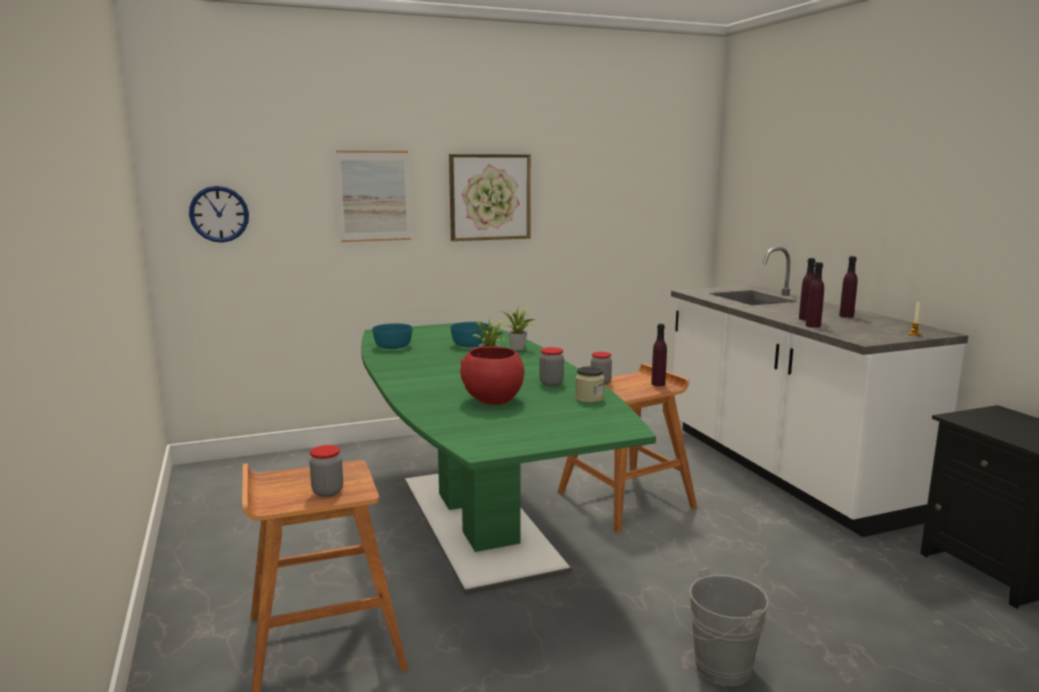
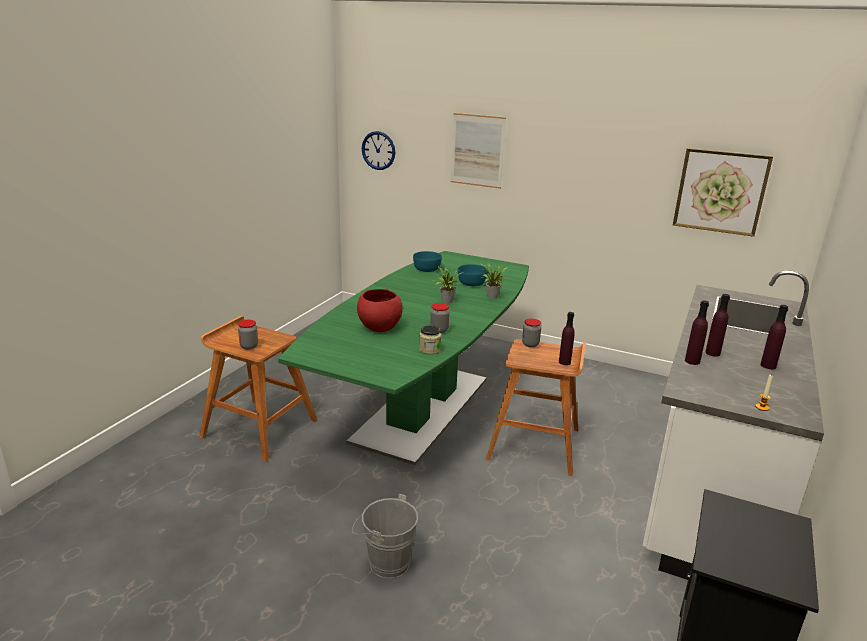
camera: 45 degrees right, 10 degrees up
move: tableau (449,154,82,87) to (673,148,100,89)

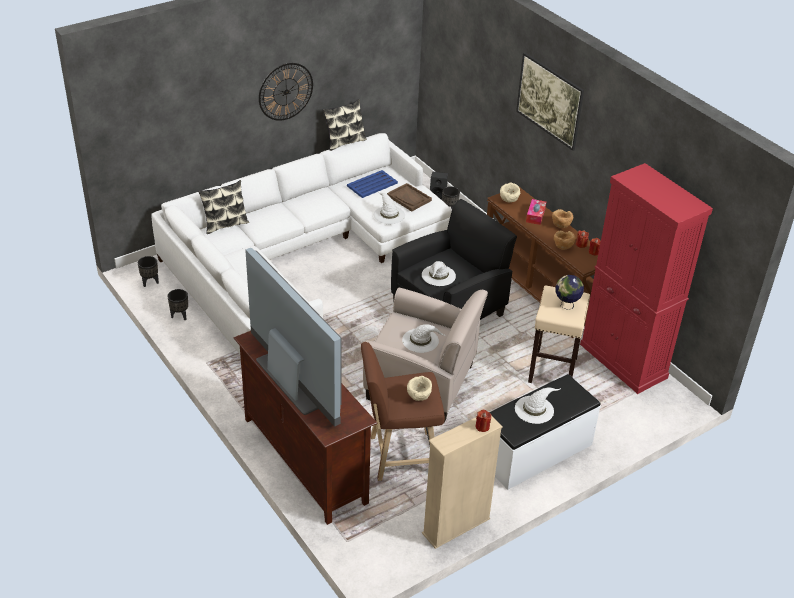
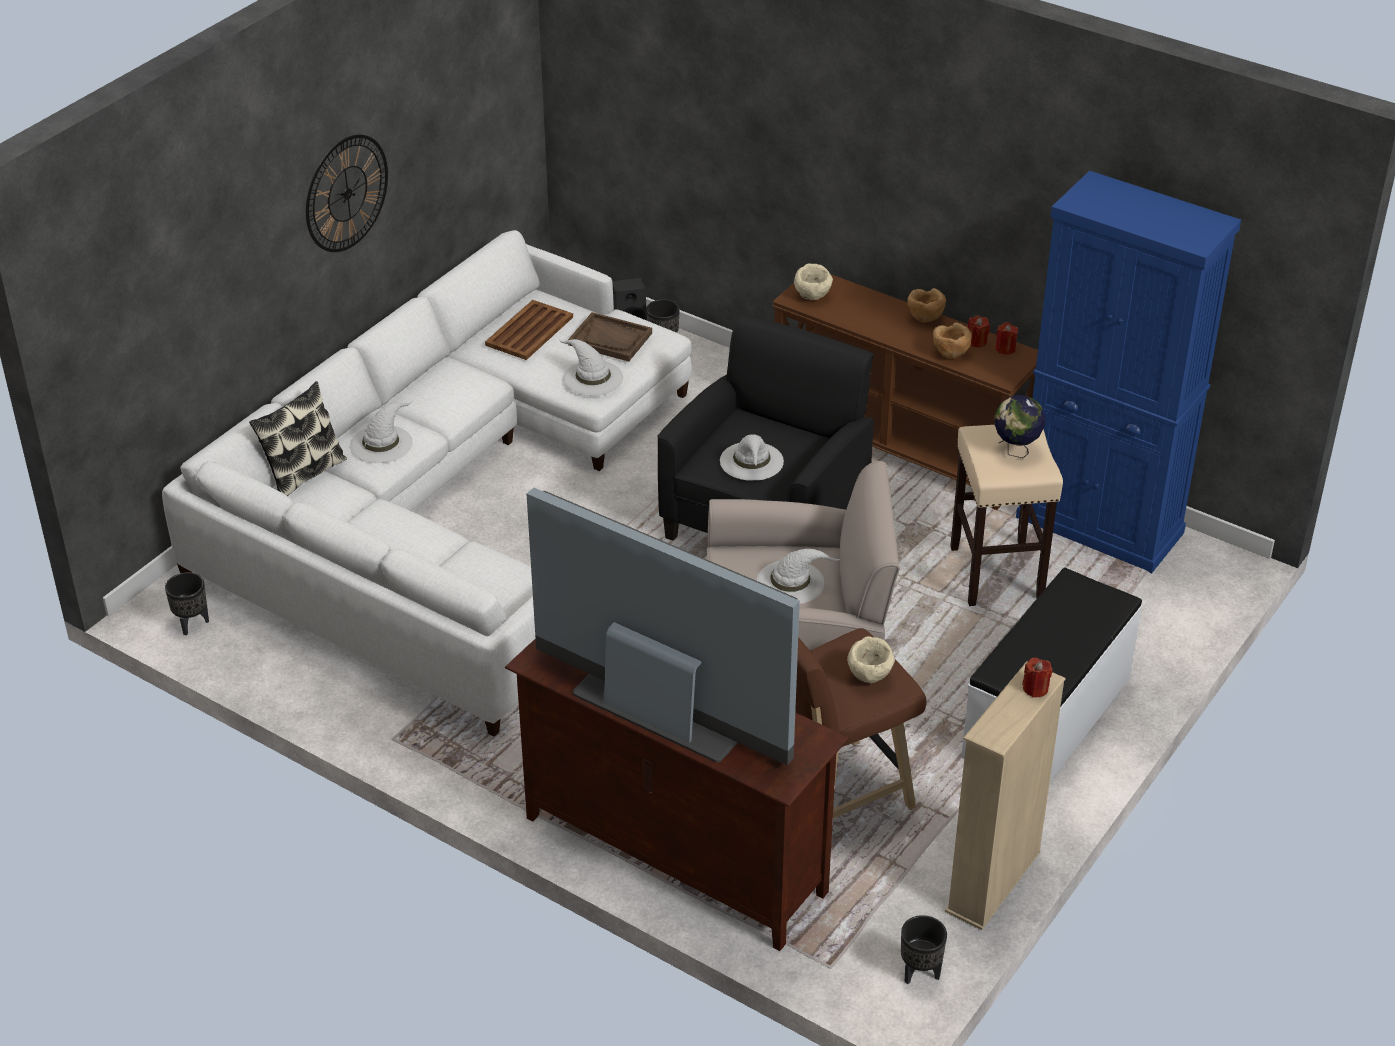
camera: 20 degrees left, 0 degrees up
delete: coussin (323,99,44,52); tableau (516,53,68,98); boîte à mouchoirs (526,199,20,26)
move: cache-pot/noir (167,289,21,31) to (901,915,46,69); chapeau/blanc (515,388,46,36) to (350,401,63,62)
recolor: plateau/bleu (347,170,51,28) to plateau/marron (485,300,88,60); meuble de rangement/rouge (580,163,133,231) to meuble de rangement/bleu (1016,171,225,402)

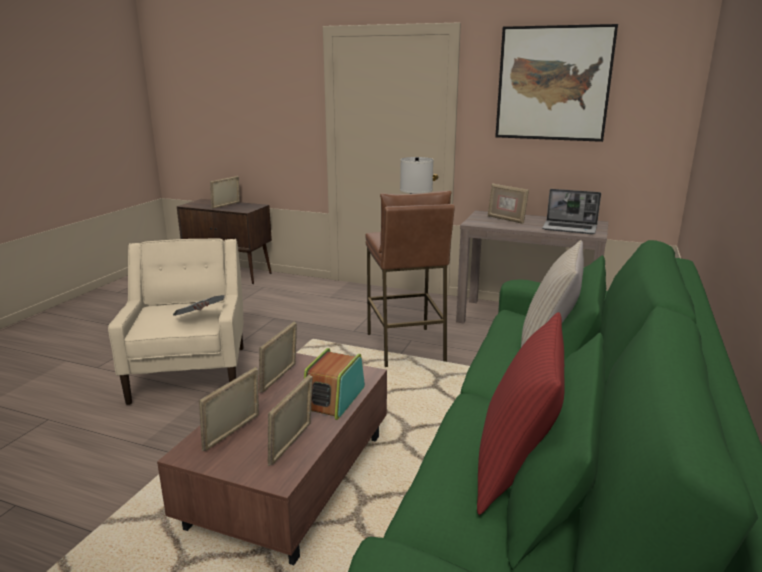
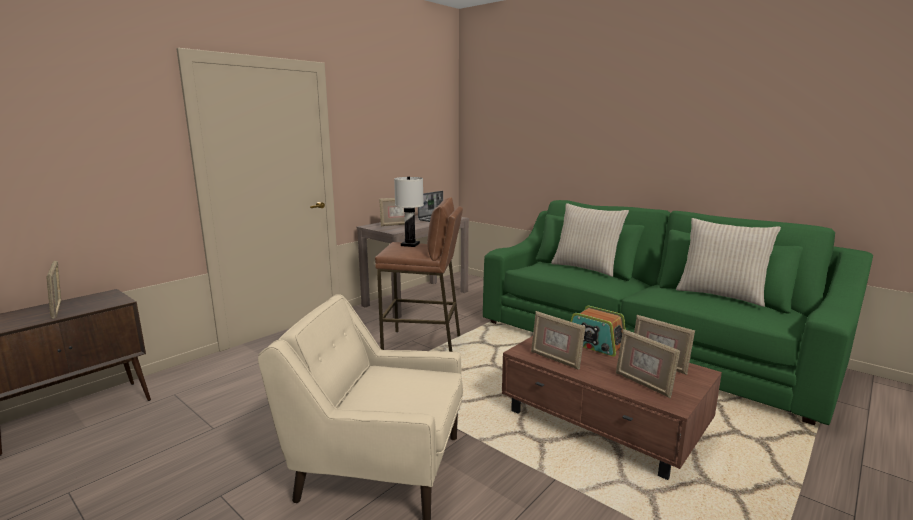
camera: 70 degrees left, 5 degrees down
delete: journal (173,295,52,21); tableau (495,24,123,118)
recolor: coussin/rouge (477,312,88,203) to coussin/beige (676,218,105,89)

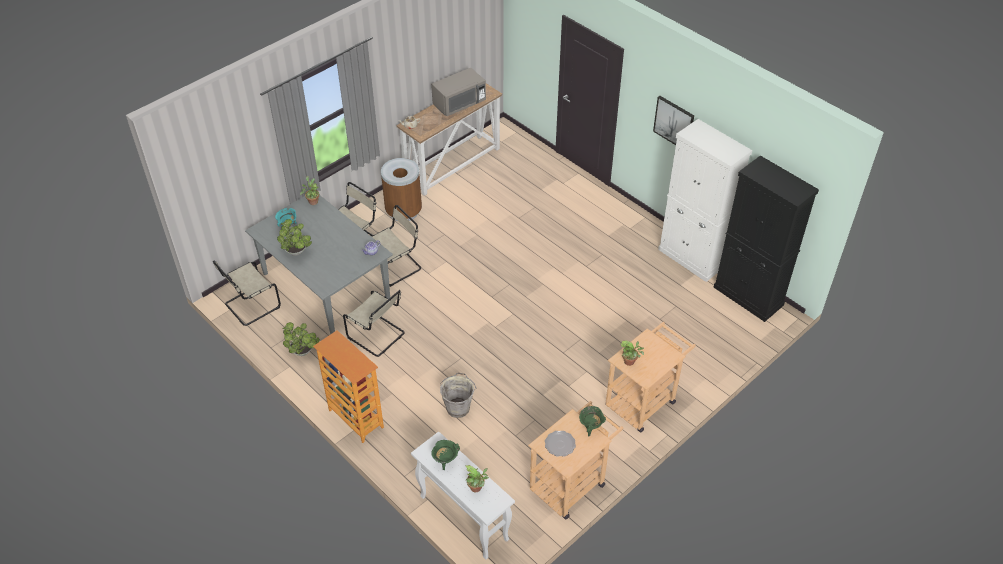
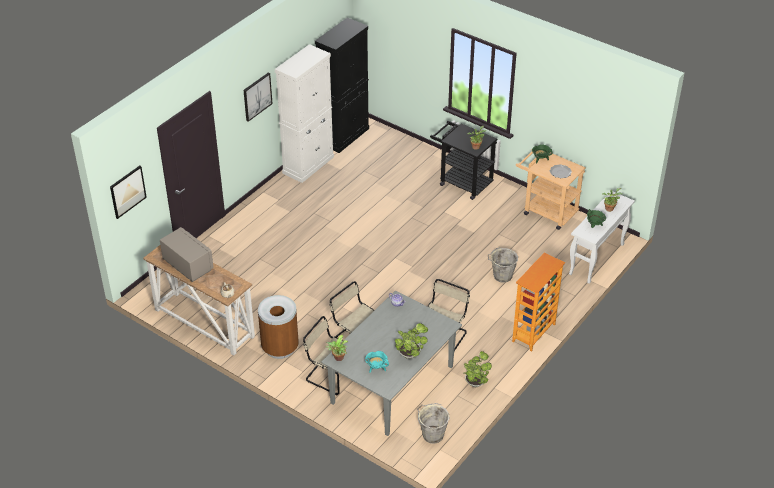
camera: 100 degrees left, 5 degrees down
insert: tableau (110,166,37,53)
replace: chaise/beige (213,260,68,66) to seau/gris (417,403,32,41)
recolor: chariot/beige (605,322,91,111) to chariot/noir (430,121,68,79)

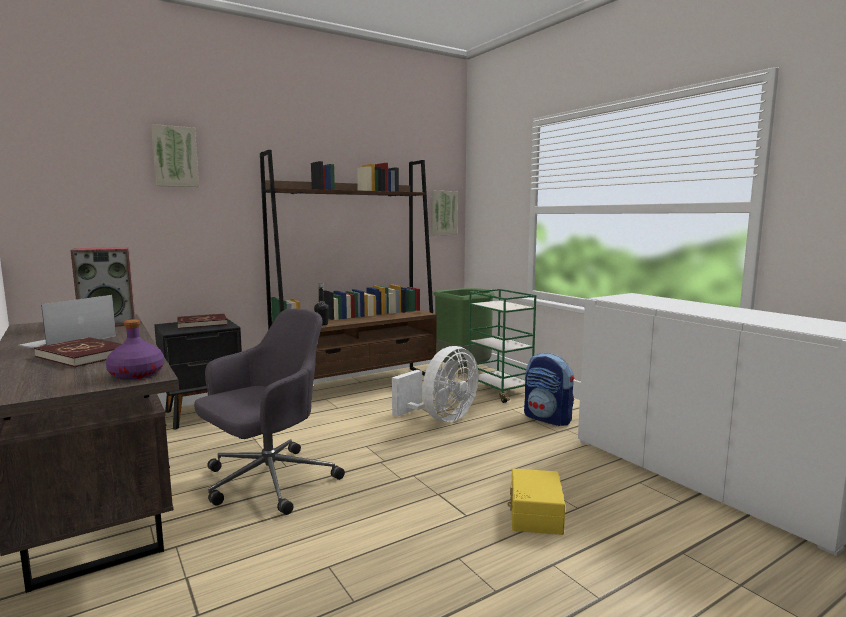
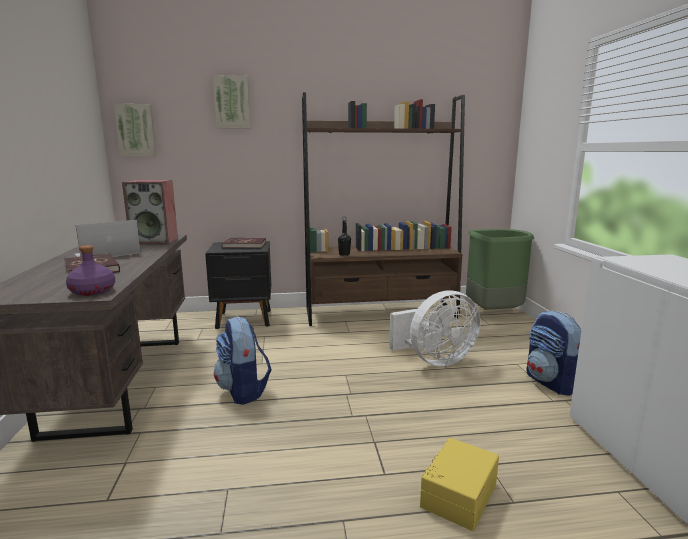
camera: 25 degrees right, 5 degrees up
delete: chariot/vert (467,289,69,114)
move: tableau (431,191,27,44) to (114,104,42,52)
replace: chaise de bureau/gris (194,308,151,207) to sac à dos (214,316,58,89)

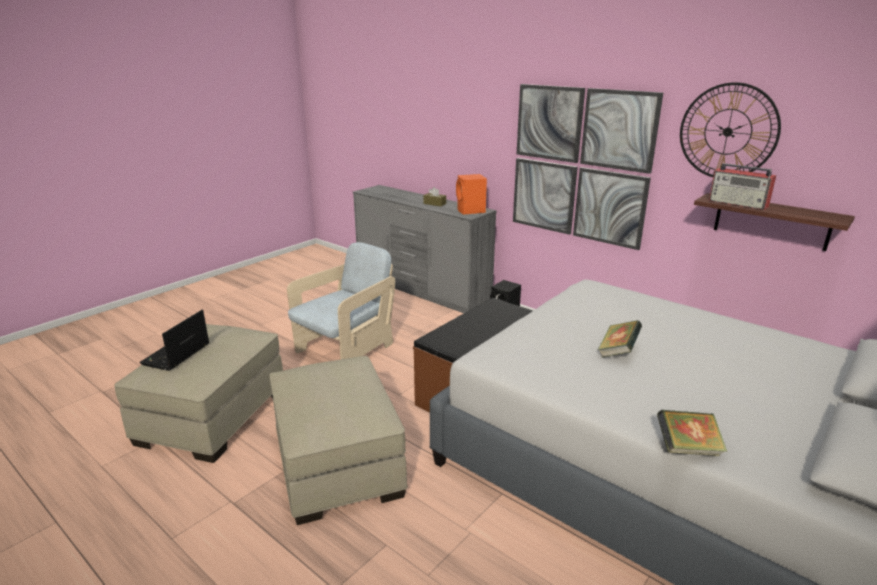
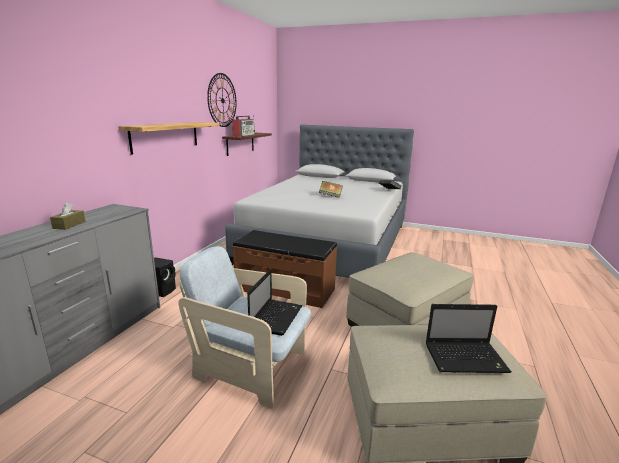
camera: 110 degrees left, 5 degrees down
delete: enceinte/orange (456,174,31,41)
insert: ordinateur portable (247,269,56,67)
replace: tableau (513,84,150,166) to étagère (118,122,102,33)

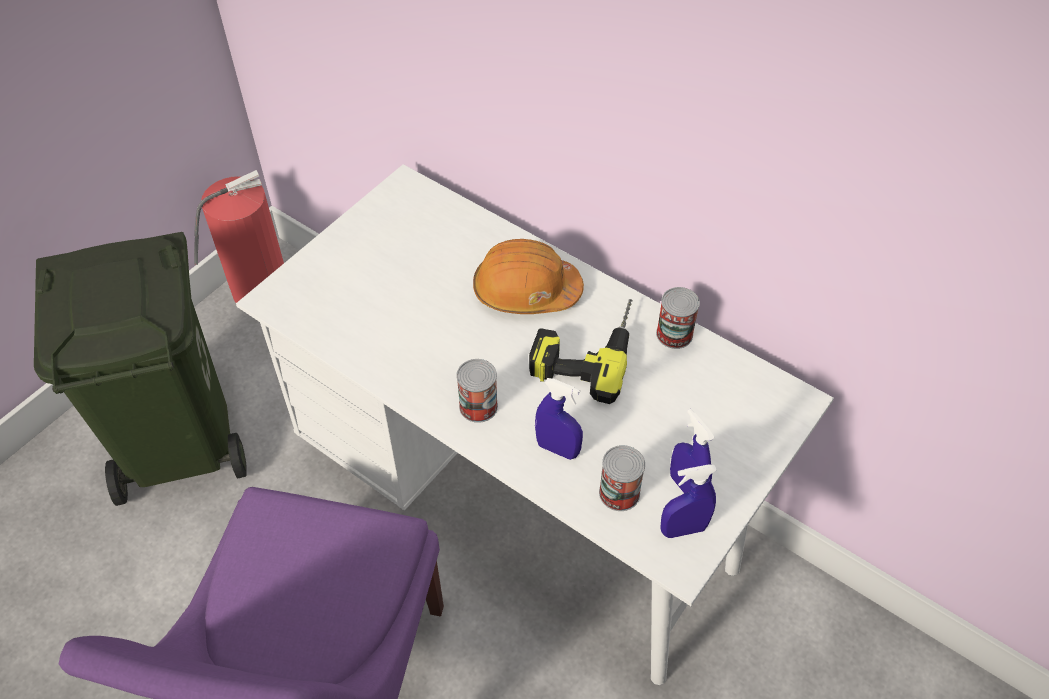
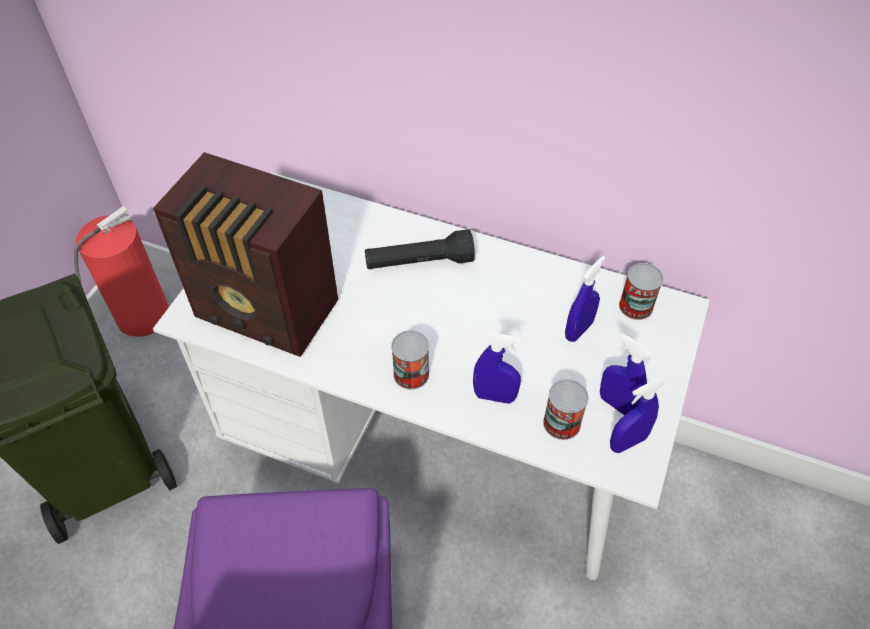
camera: 15 degrees left, 0 degrees up
delete: perceuse (529,299,103,105)
insert: radio (153,152,185,205); vaporisateur/bleu (565,256,41,86)
move: boîte métallique (656,287,44,62) to (619,263,44,57)
replace: casque de chantier/orange (473,239,111,75) to lampe de poche/noir (365,229,110,40)

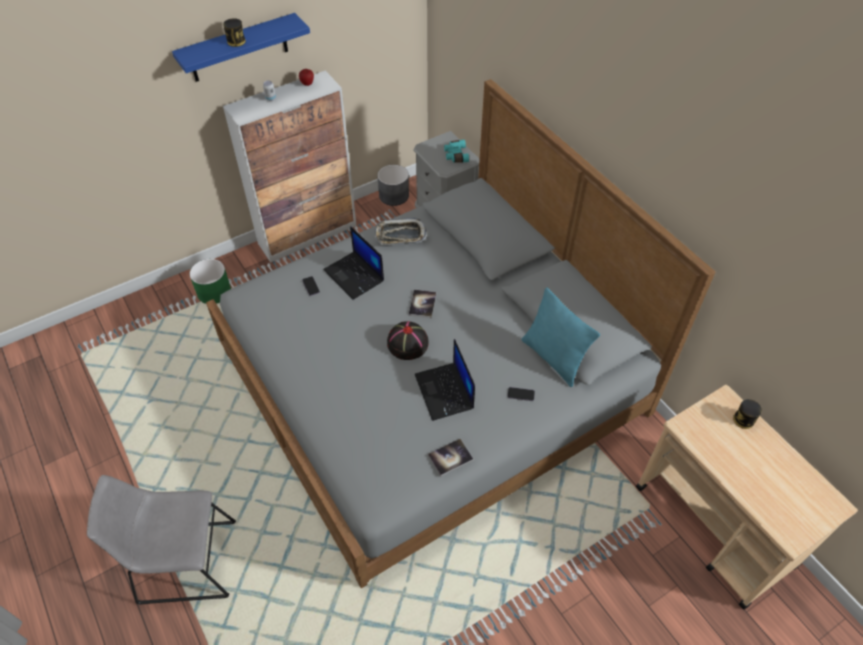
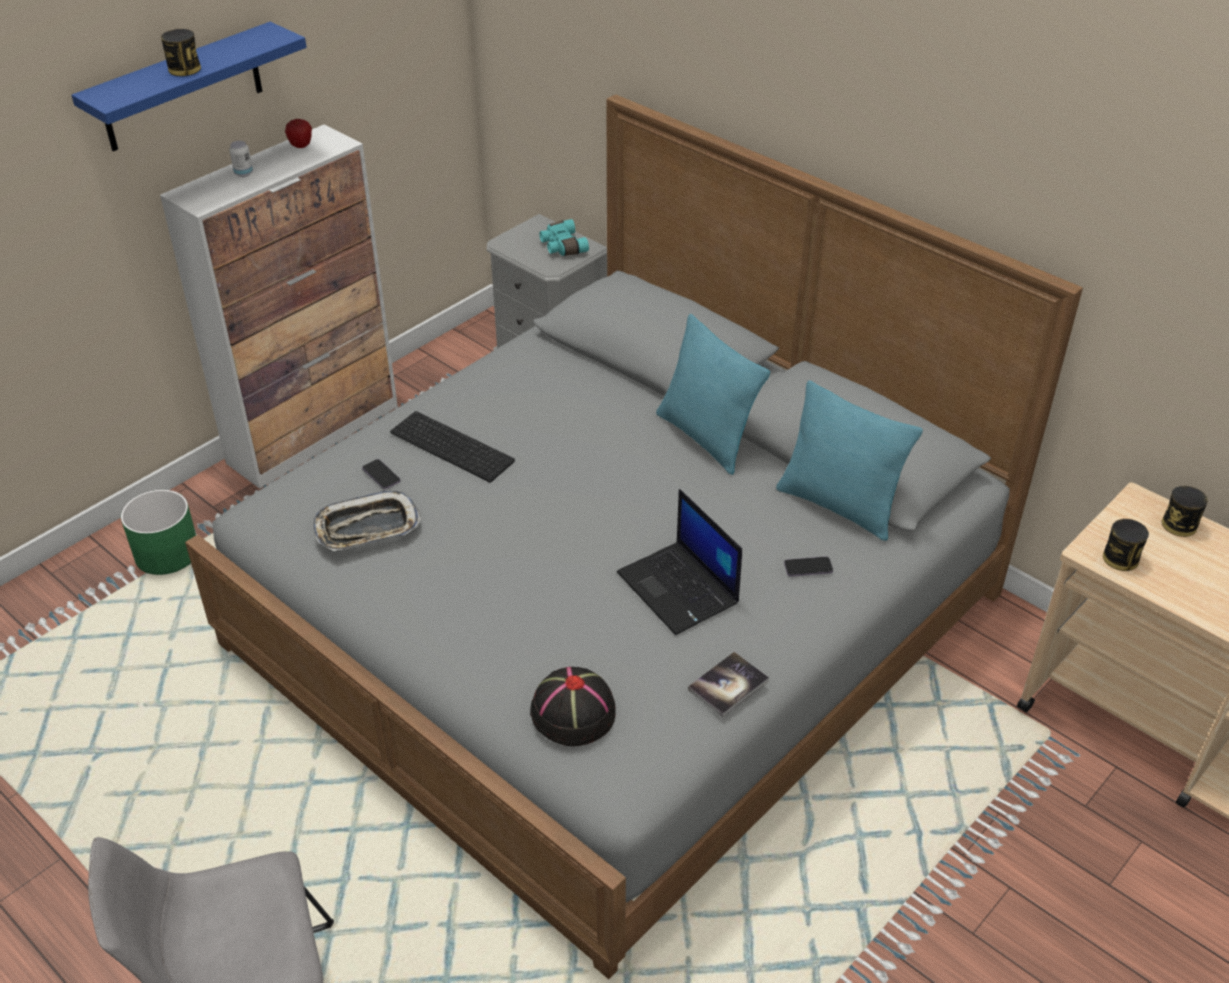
camera: 15 degrees left, 10 degrees down
delete: cache-pot/gris (377,165,32,41); livre (409,290,27,28)
insert: coussin/turquoise (656,314,114,161); boîte métallique (1103,519,46,52)
move: plateau (374,218,53,27) to (314,490,107,61); chapeau/noir (387,321,42,39) to (530,667,86,79)
replace: ordinateur portable (323,226,61,74) to clavier (390,411,125,71)

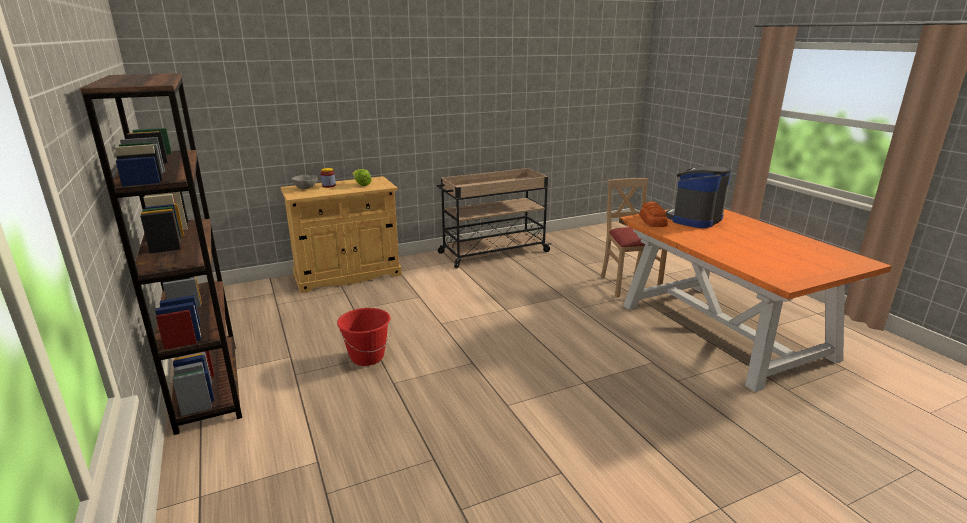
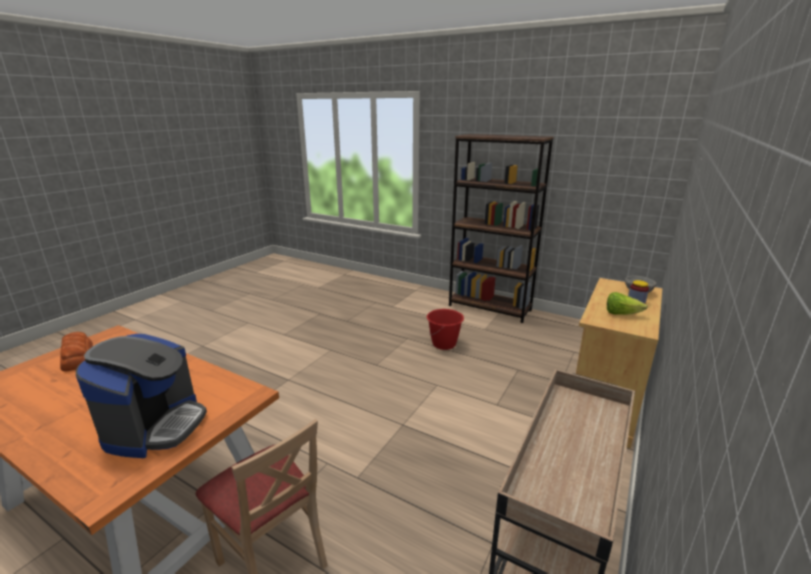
camera: 145 degrees right, 0 degrees up
move: pain (639,201,29,26) to (60,332,33,40)

